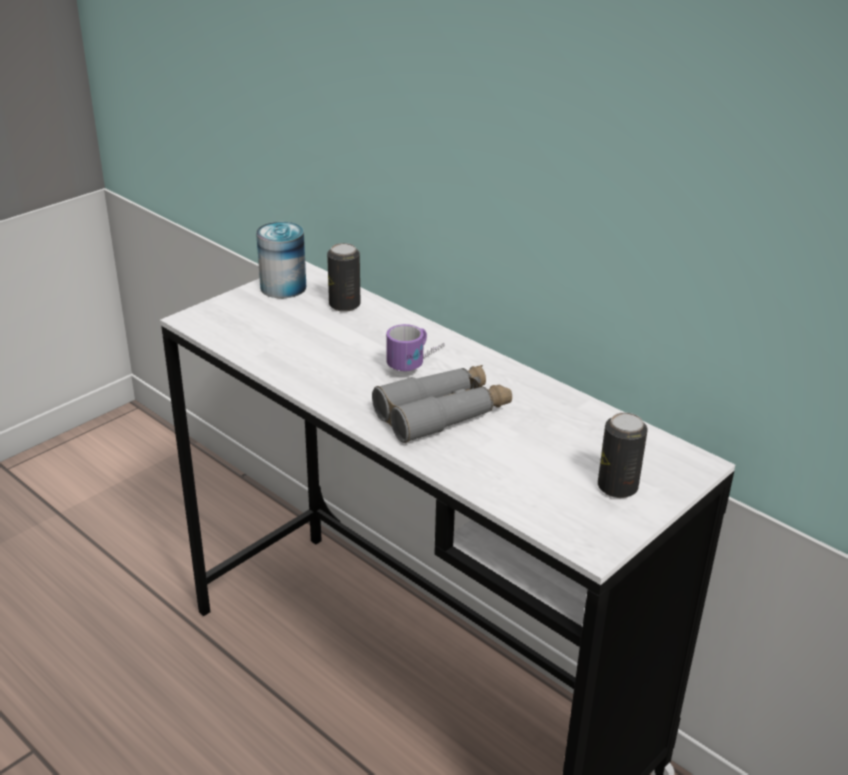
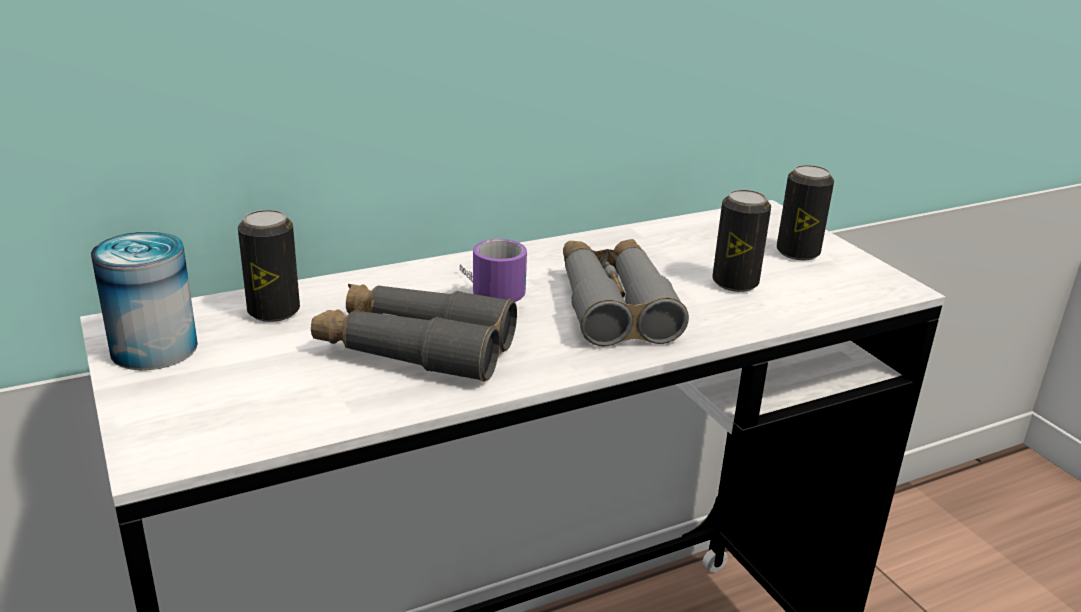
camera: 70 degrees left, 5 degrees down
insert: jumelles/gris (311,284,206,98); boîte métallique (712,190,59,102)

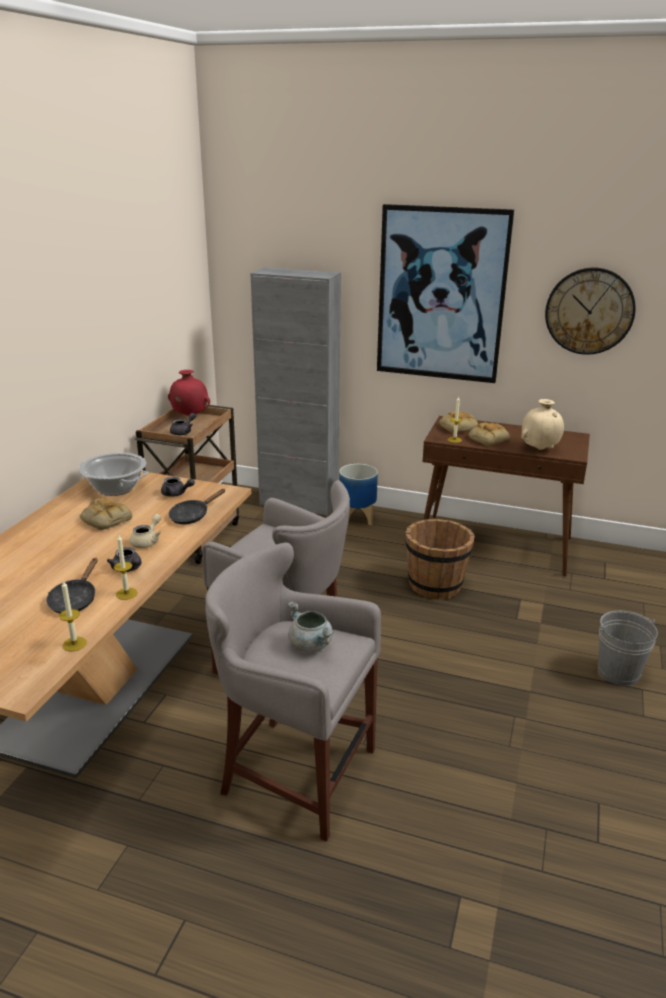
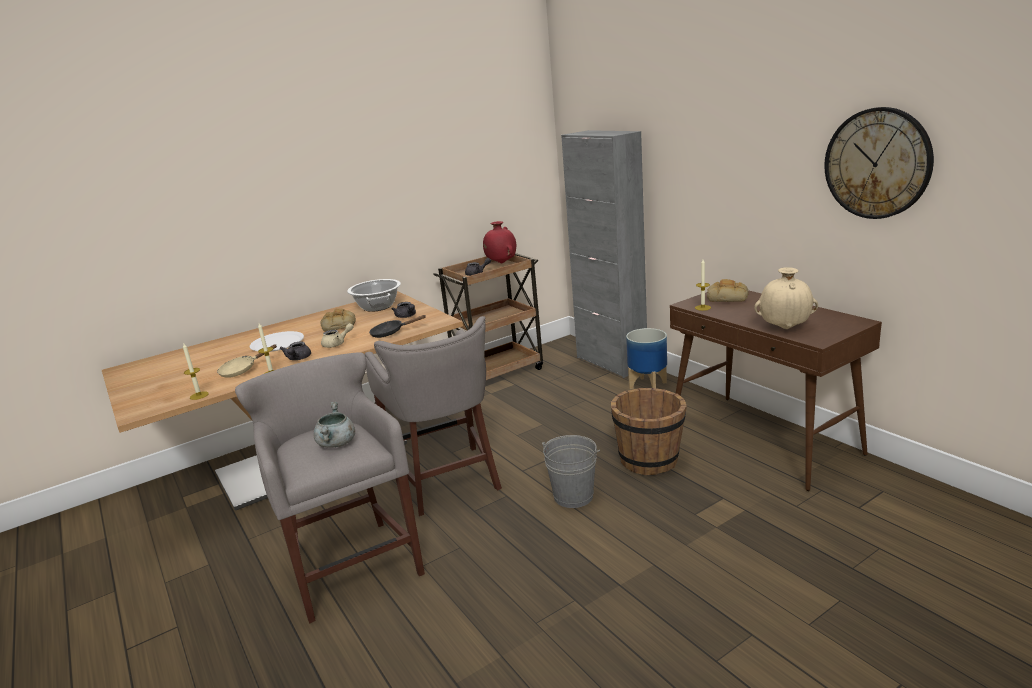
camera: 40 degrees right, 5 degrees down
delete: tableau (377,204,137,179); pain (468,423,42,23)
insert: assiette/blanc (250,331,54,21)
move: seau/gris (598,611,60,75) to (542,435,58,73)
recolor: poêle/noir (46,558,52,55) to poêle/beige (217,344,60,34)

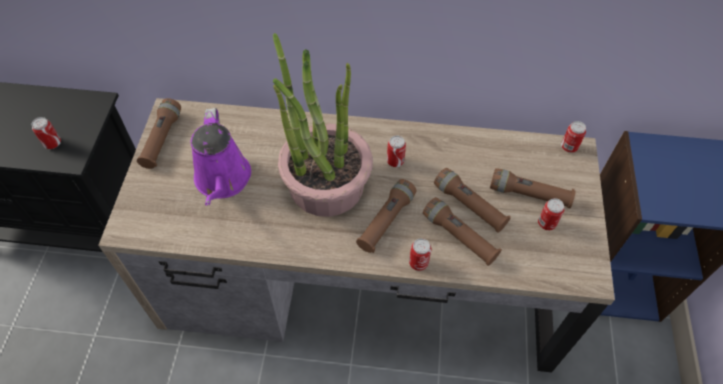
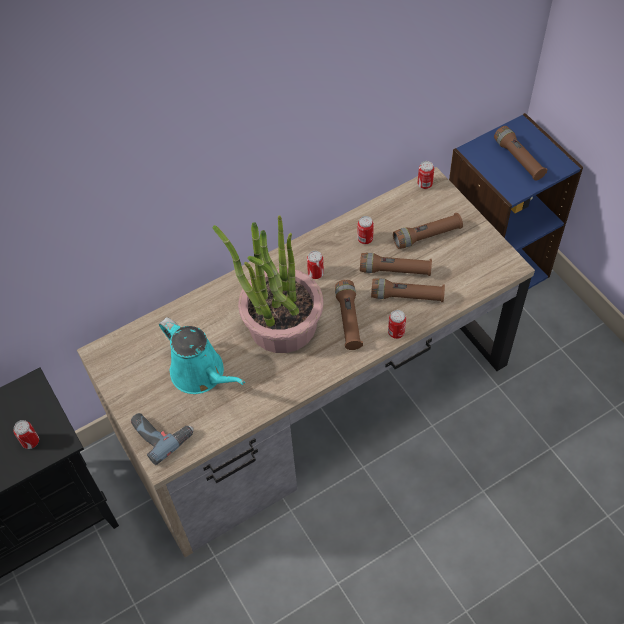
camera: 35 degrees left, 0 degrees up
insert: perceuse (131,413,63,52)
move: lampe de poche/marron (137,98,44,71) to (494,126,54,55); boîte métallique (538,198,26,32) to (357,216,17,28)
recolor: arrosoir/violet (191,108,60,98) to arrosoir/turquoise (159,317,86,77)

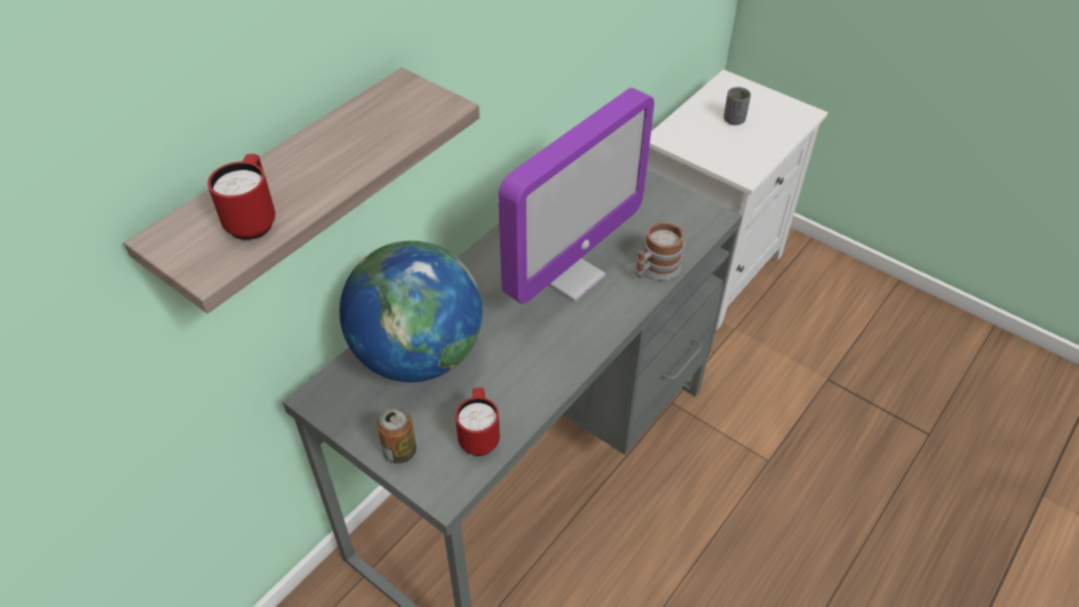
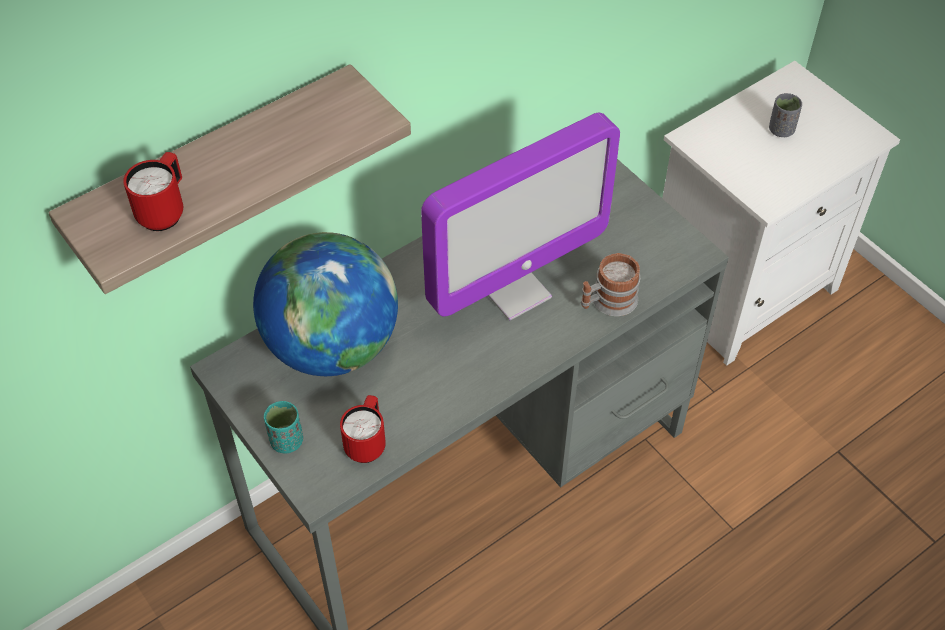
camera: 15 degrees right, 5 degrees up
replace: boîte métallique (377,407,39,57) to tasse/turquoise (264,401,39,53)

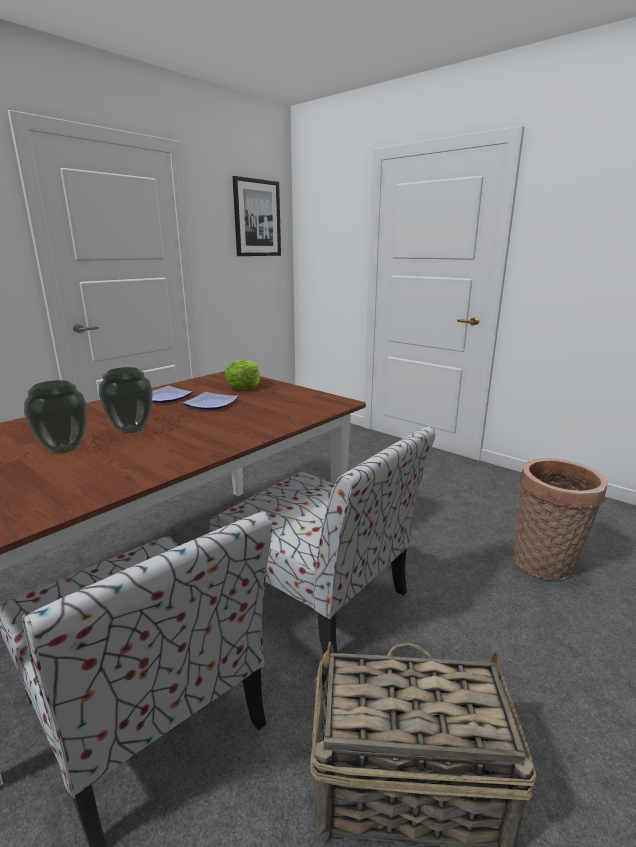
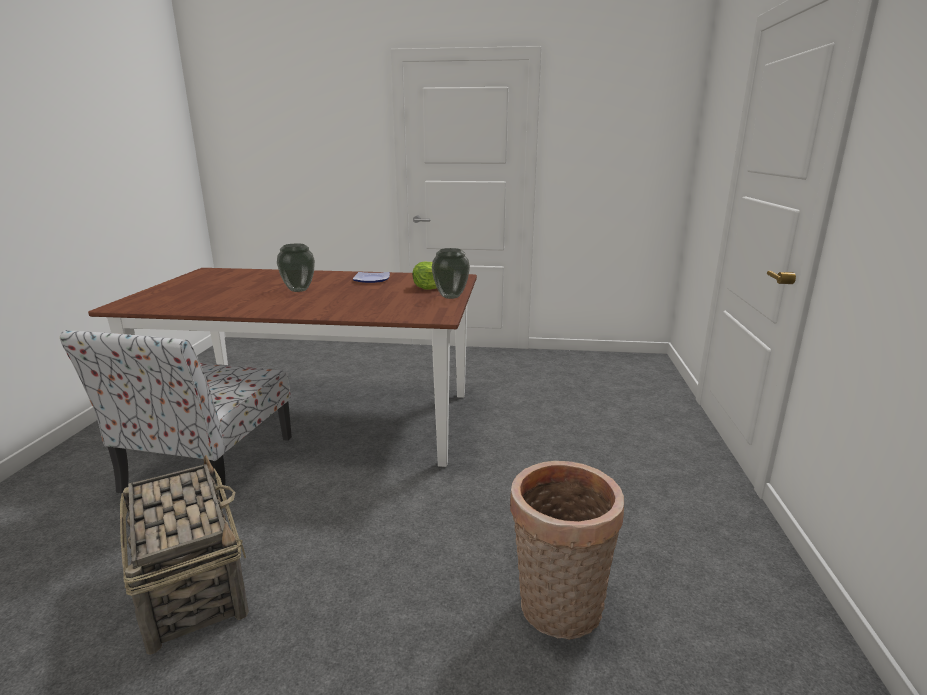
camera: 55 degrees right, 0 degrees up
delete: assiette (183,392,56,18); chaise (209,426,226,229); tableau (232,176,49,80)
move: vase (24,380,63,74) to (432,248,38,51)

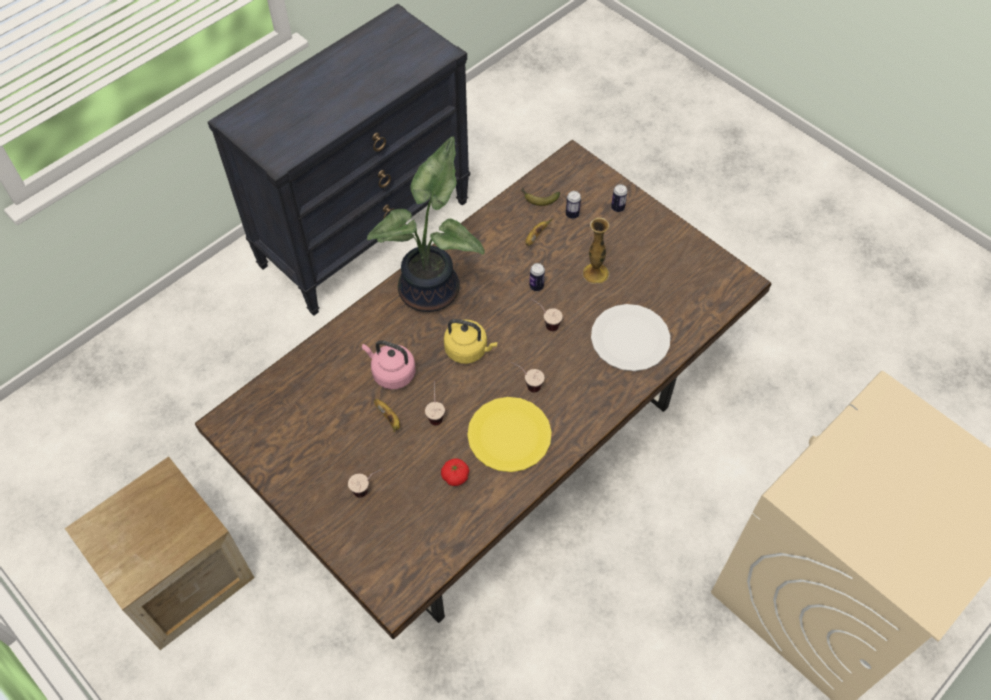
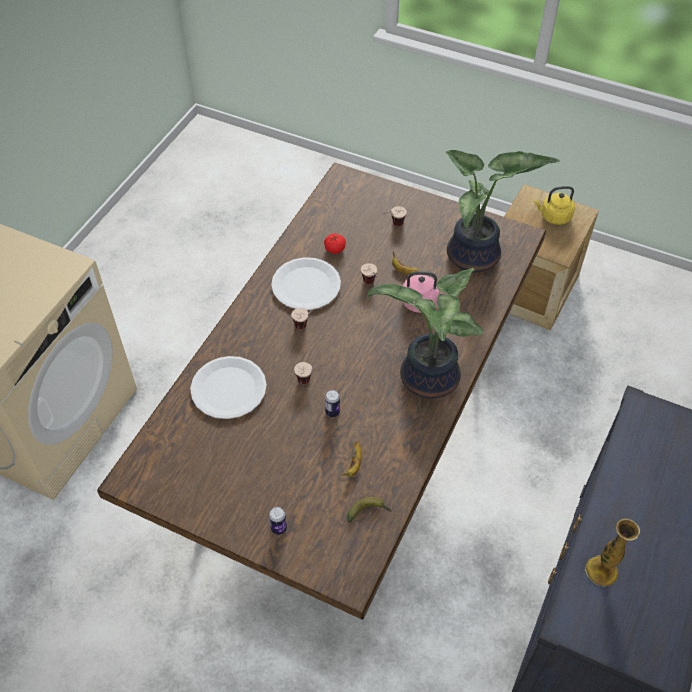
camera: 160 degrees right, 5 degrees down
delete: boîte métallique (566,191,15,28)
insert: plante en pot (446,150,114,122)
move: bouilloire/jaune (444,319,53,45) to (534,186,41,39); vase (583,218,26,66) to (585,519,55,68)
recolor: assiette/jaune (467,397,85,75) to assiette/blanc (271,257,70,53)

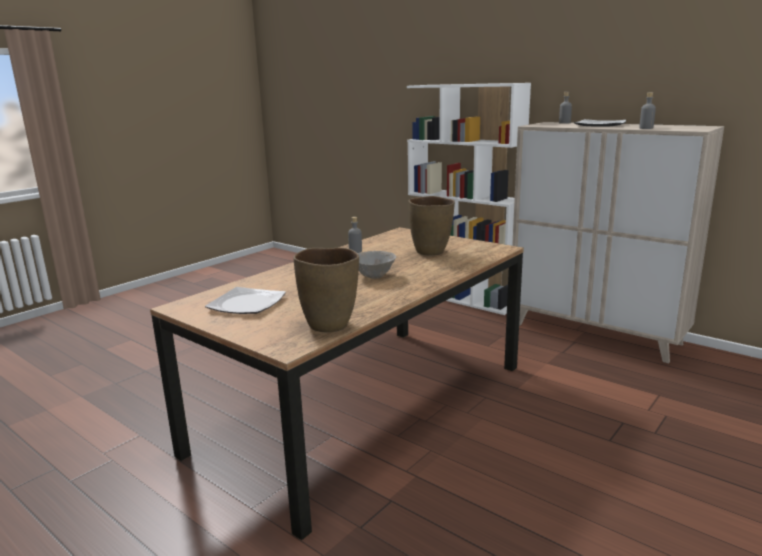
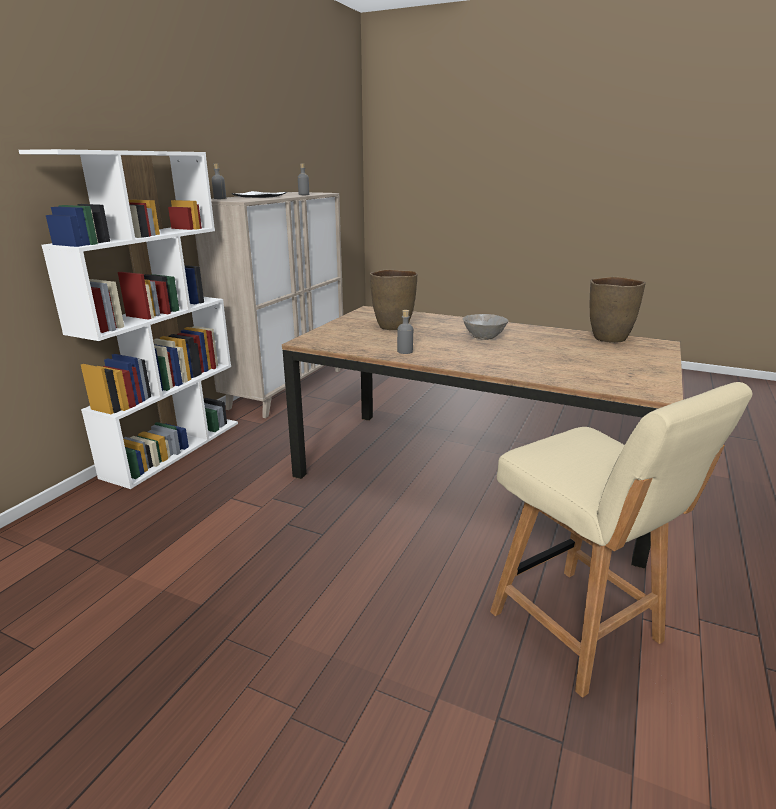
camera: 105 degrees left, 5 degrees up
delete: assiette (205,287,81,27)
insert: chaise/beige (490,382,263,315)

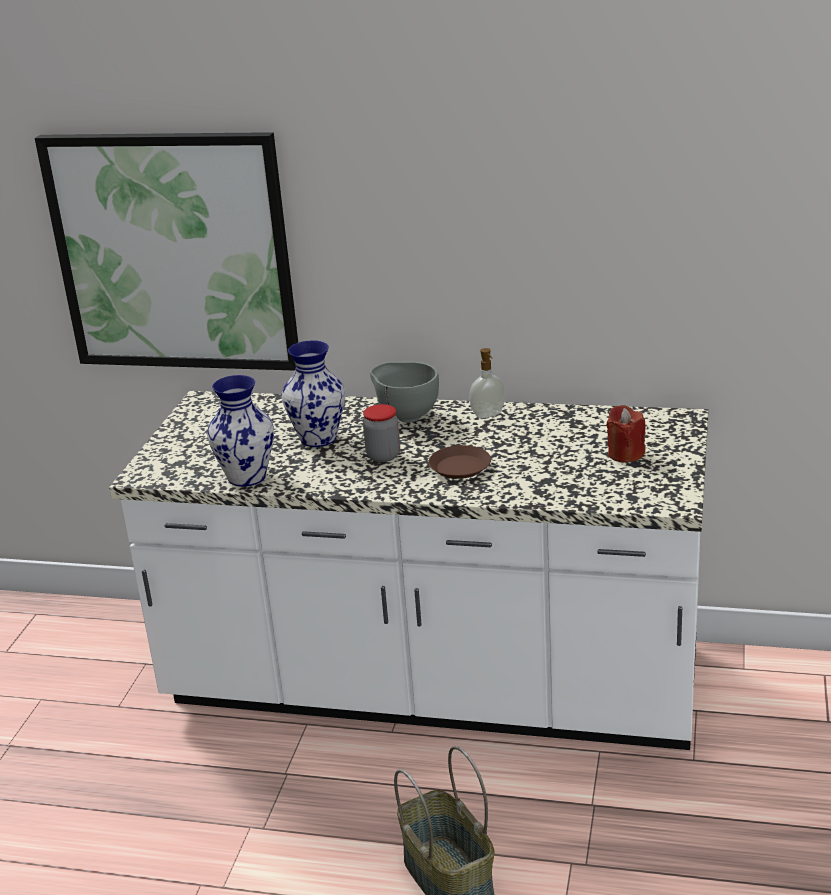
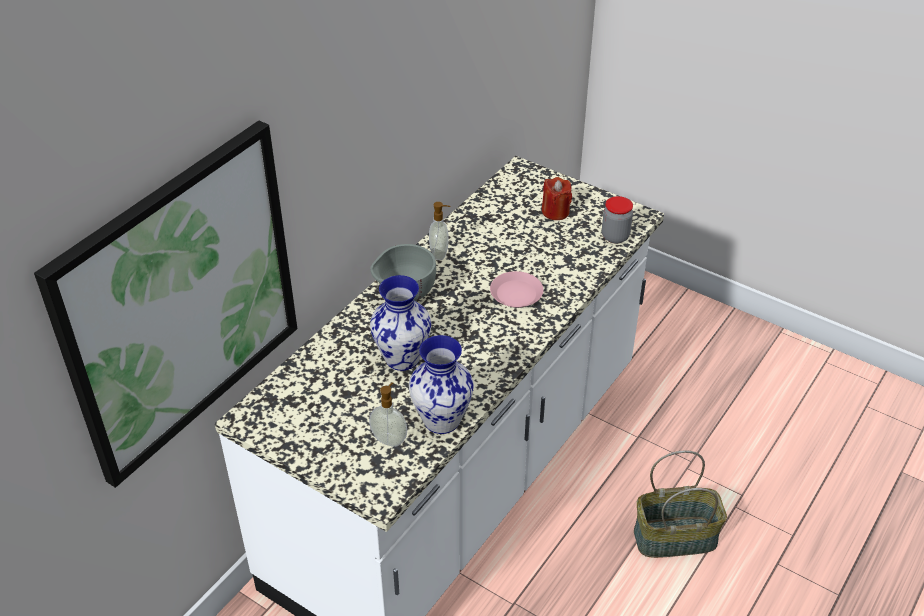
camera: 70 degrees left, 15 degrees up
insert: distributeur de savon (369,382,38,65)
move: bocal (363,404,37,58) to (602,196,31,47)
recolor: assiette/marron (428,445,63,34) to assiette/rose (490,271,53,37)

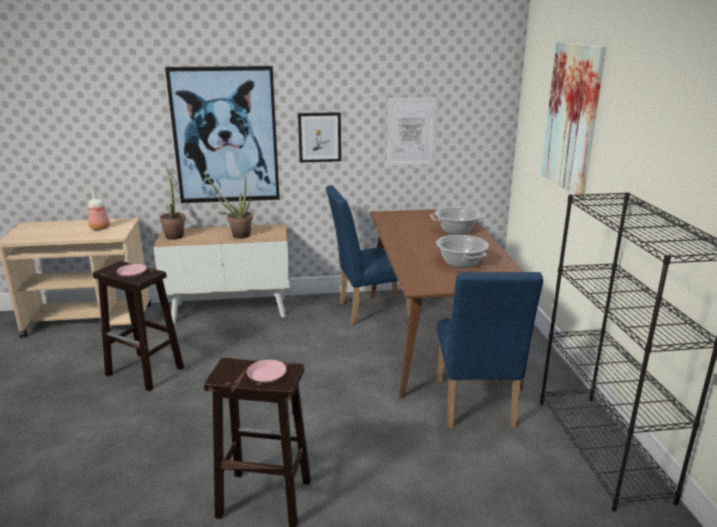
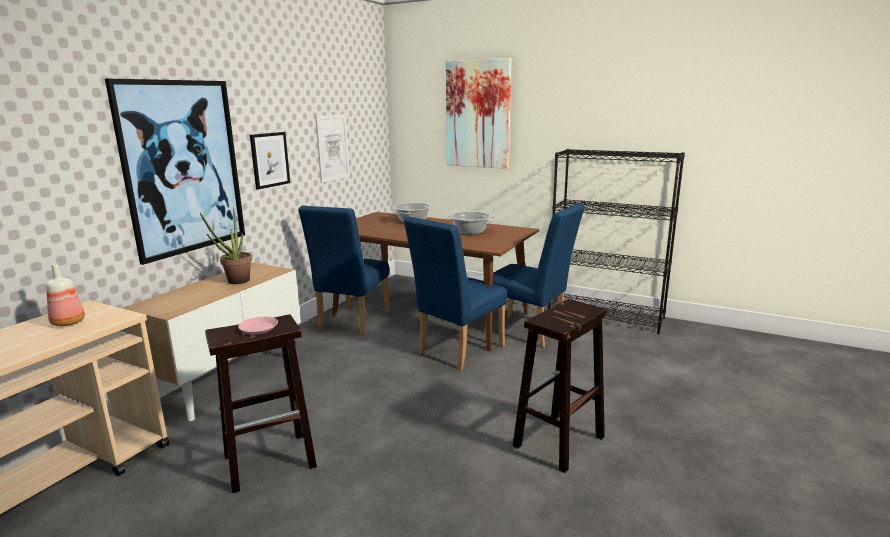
camera: 55 degrees left, 5 degrees down
delete: plante en pot (159,167,27,73); assiette/rose (247,360,40,23)
insert: chaise/bleu (404,217,103,154)

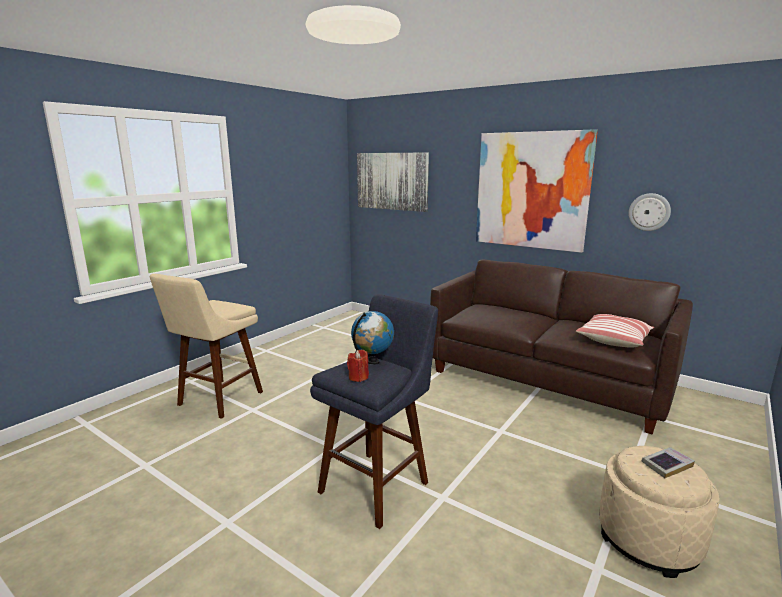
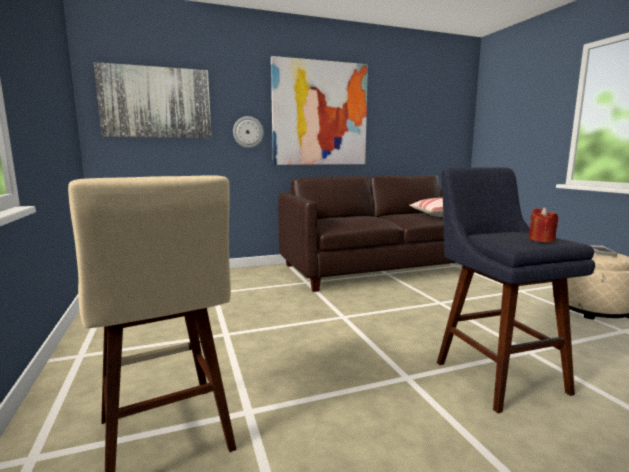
camera: 55 degrees left, 5 degrees down
delete: globe (351,311,43,54)
move: horloge murale (628,193,43,38) to (233,116,31,32)

